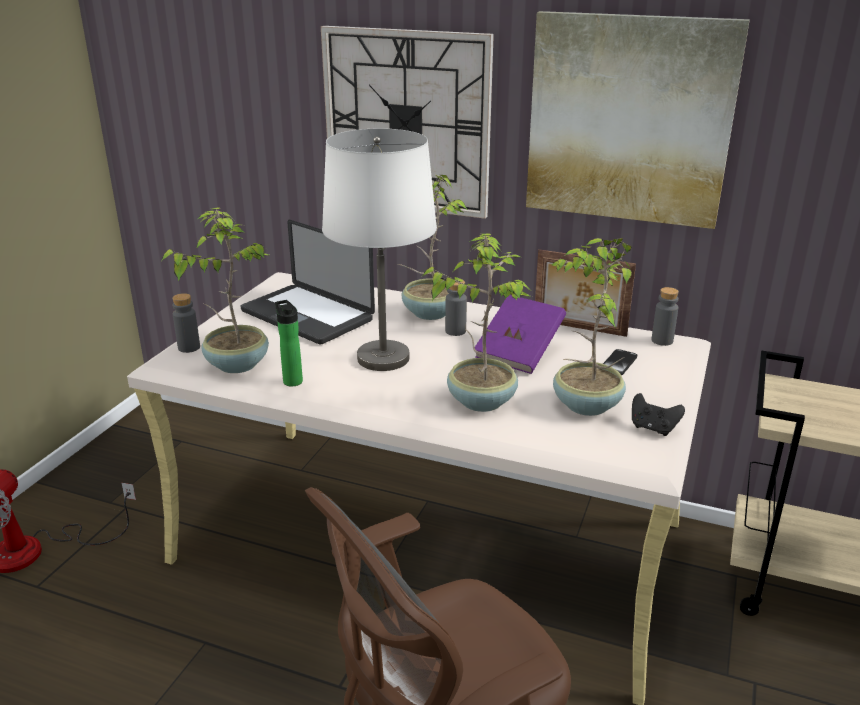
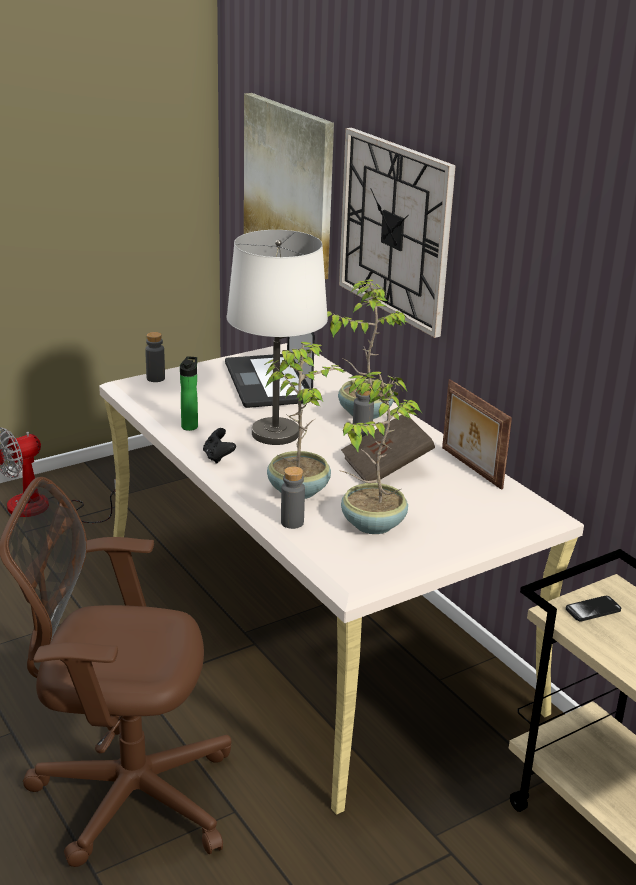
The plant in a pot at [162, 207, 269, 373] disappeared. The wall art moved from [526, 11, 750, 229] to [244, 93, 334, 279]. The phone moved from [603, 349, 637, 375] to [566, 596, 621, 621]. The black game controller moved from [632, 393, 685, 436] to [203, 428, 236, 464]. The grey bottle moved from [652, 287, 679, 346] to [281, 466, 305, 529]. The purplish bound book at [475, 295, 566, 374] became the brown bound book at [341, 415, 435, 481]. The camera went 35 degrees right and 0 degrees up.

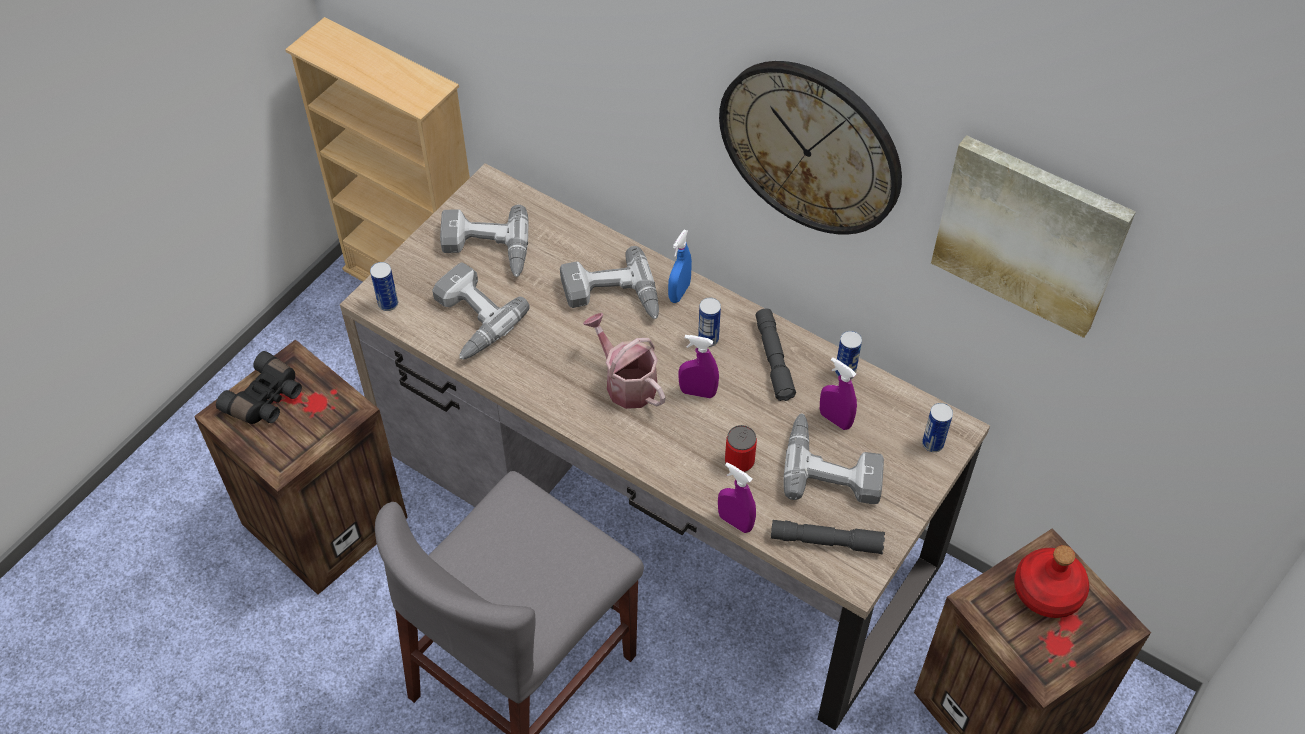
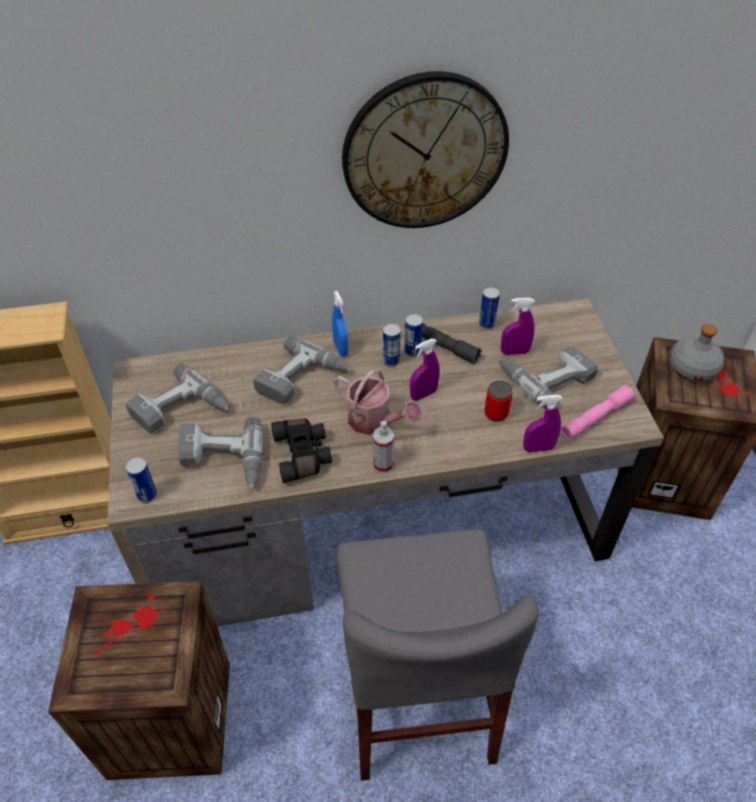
The wall art at [931, 135, 1136, 338] disappeared. The hand sprayer at [373, 421, 394, 473] appeared. The black field glasses moved from [216, 351, 302, 424] to [271, 418, 332, 483]. The sealed can moved from [922, 403, 953, 452] to [405, 314, 423, 357]. The grey hand torch at [771, 520, 885, 554] became the pinkish hand torch at [561, 385, 635, 440]. The reddish bottle at [1014, 545, 1089, 618] became the grey bottle at [669, 324, 724, 382]. The watering pot at [583, 313, 666, 409] turned 150 degrees counterclockwise. The camera went 45 degrees left and 5 degrees down.

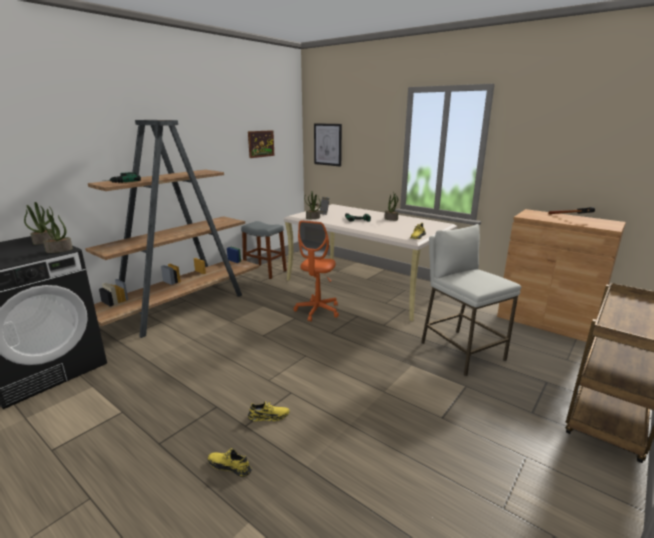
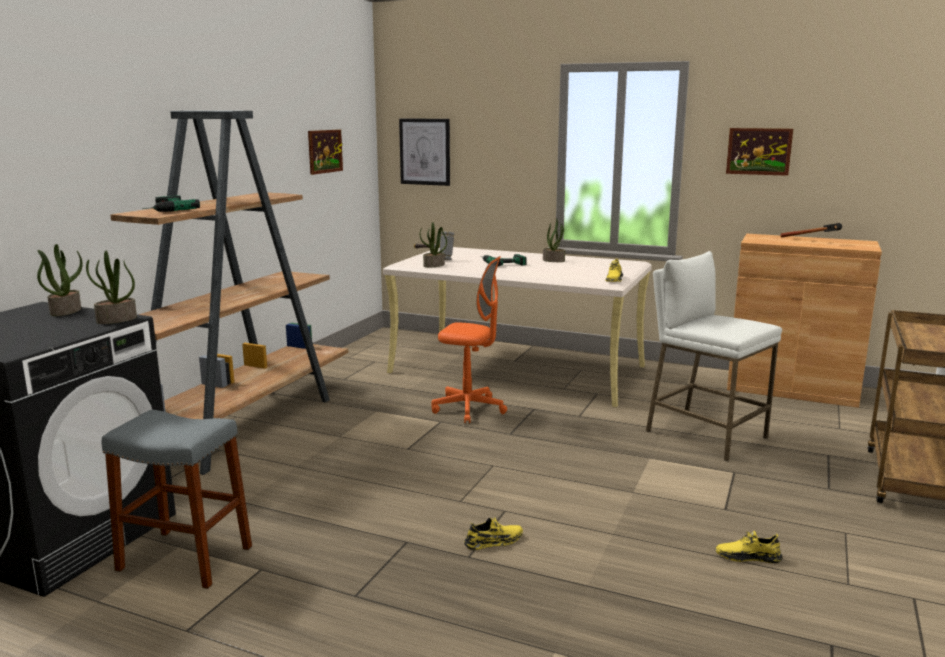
The wall art at [726, 128, 793, 176] appeared. The yellowish item of footwear moved from [208, 448, 252, 477] to [716, 531, 783, 563]. The grey stool seat moved from [241, 221, 287, 279] to [102, 410, 252, 589]. The orange-coloured office chair at [294, 220, 339, 322] turned 75 degrees counterclockwise. The camera went 15 degrees left and 5 degrees down.

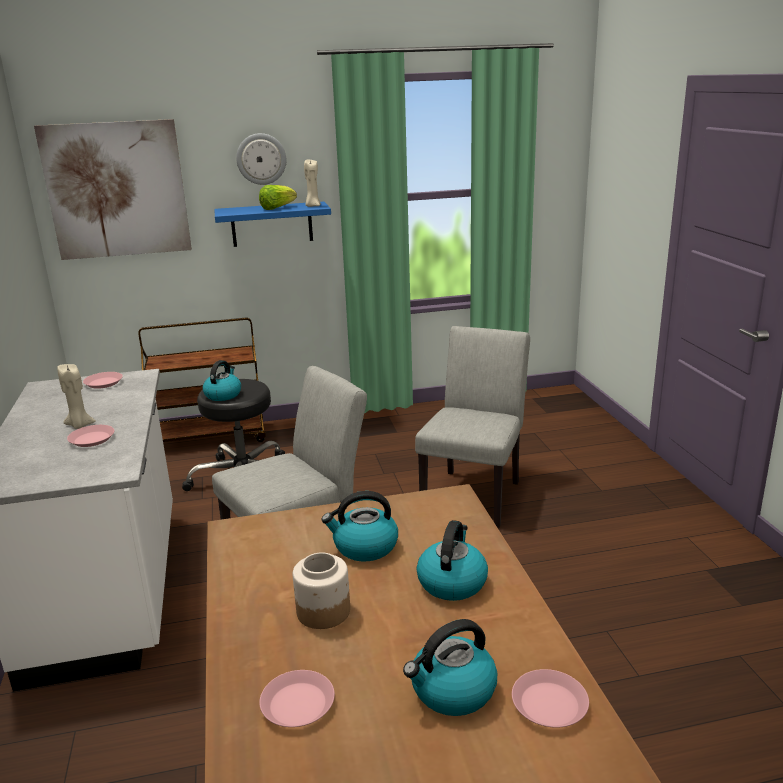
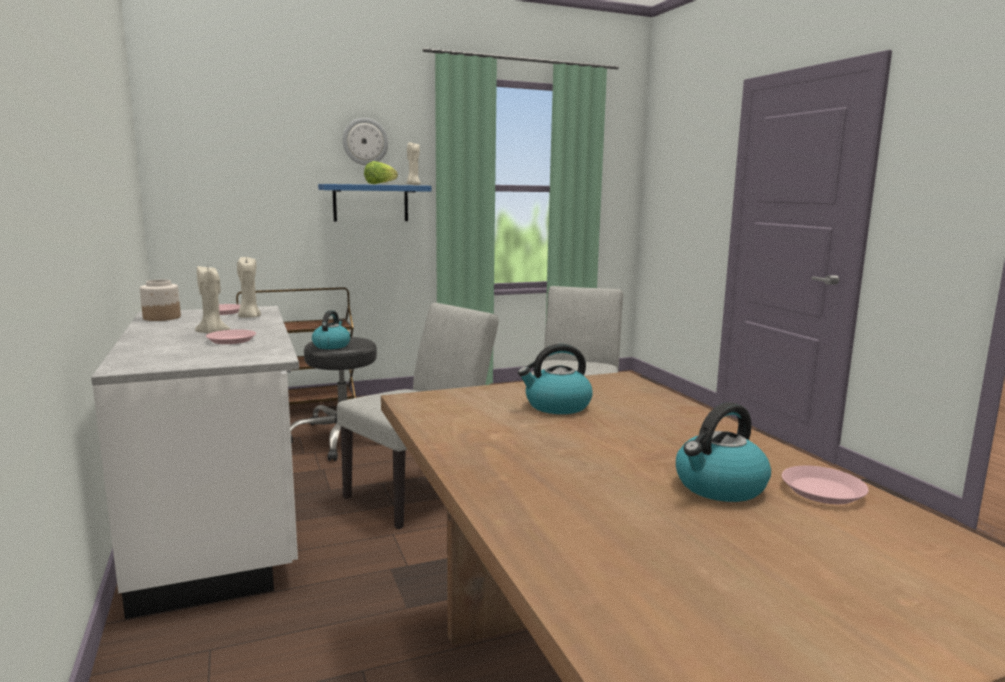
The wall art at [34, 119, 192, 260] disappeared. The pinkish plate at [259, 670, 335, 727] disappeared. The water kettle at [417, 520, 488, 601] disappeared. The sand-coloured candle at [237, 257, 261, 318] appeared. The jar moved from [293, 552, 350, 629] to [140, 279, 181, 321]. The camera went 10 degrees left and 10 degrees down.

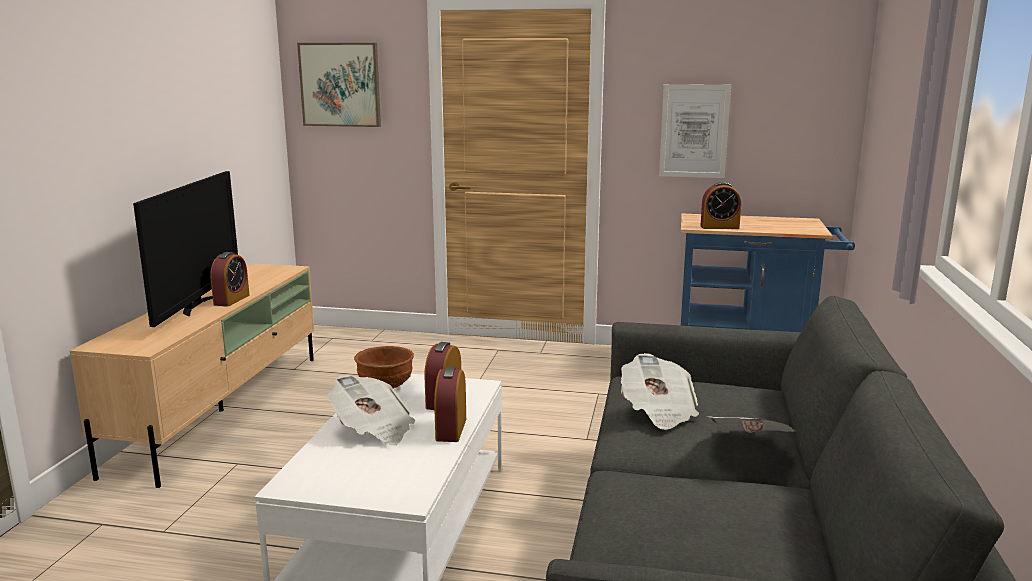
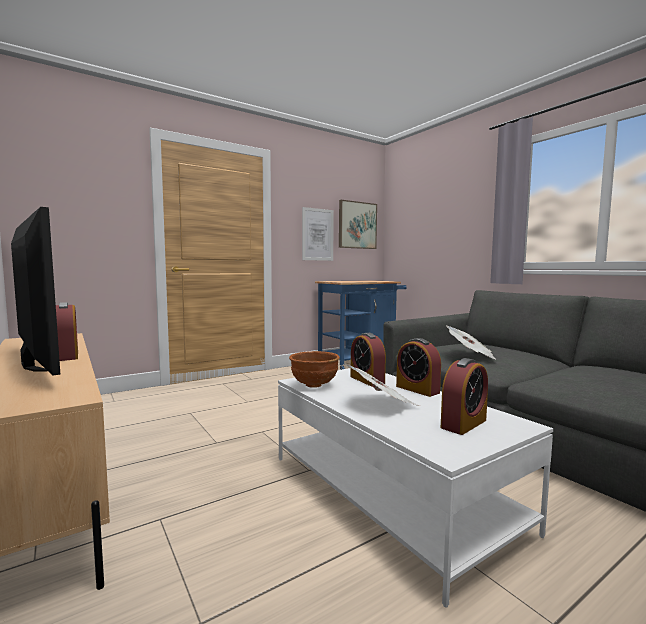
The printed paper at [706, 416, 796, 433] disappeared. The wall art moved from [297, 43, 381, 127] to [339, 200, 377, 249]. The bedside clock moved from [700, 182, 741, 229] to [441, 358, 488, 435]. The camera went 45 degrees left and 10 degrees down.

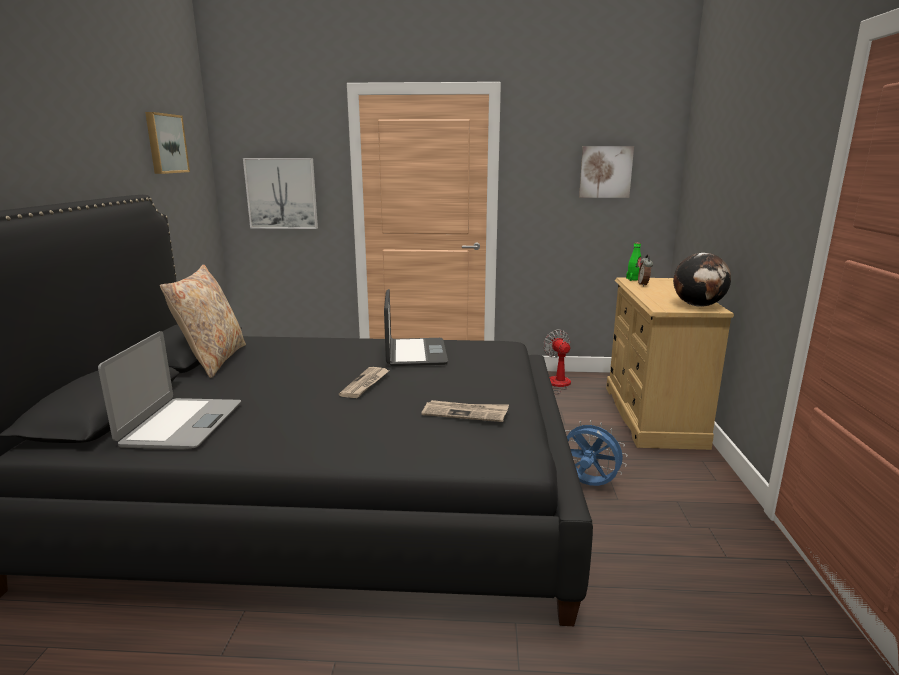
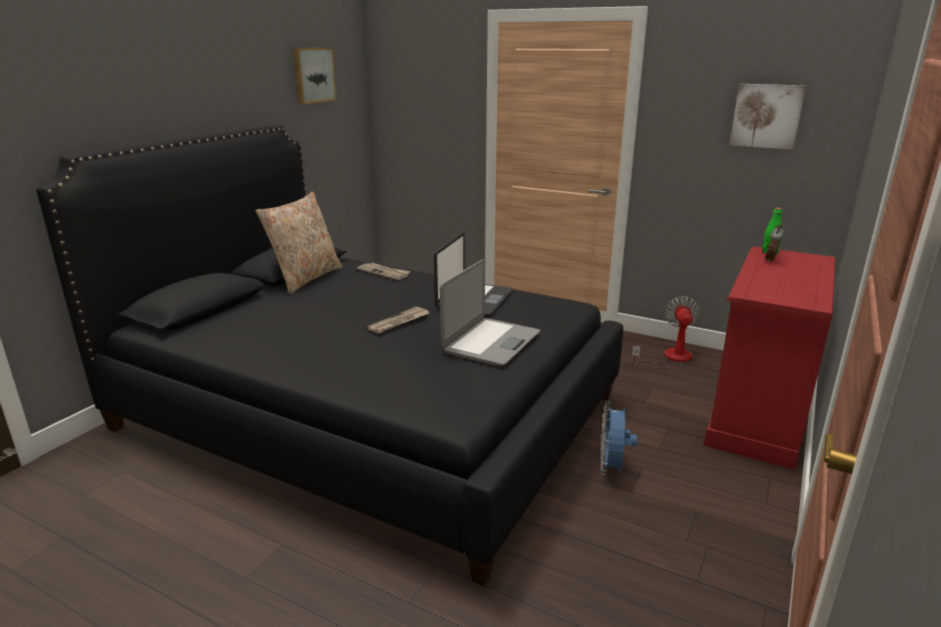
The wall art at [243, 158, 318, 229] disappeared. The world globe at [673, 253, 731, 307] disappeared. The portable computer moved from [98, 331, 241, 450] to [440, 259, 540, 366]. The printed paper moved from [421, 400, 509, 422] to [357, 263, 410, 280]. The sand-coloured drawer chest at [606, 277, 734, 450] became the reddish drawer chest at [704, 246, 835, 470]. The bluish cooling fan at [565, 420, 628, 486] turned 135 degrees counterclockwise. The camera went 25 degrees right and 5 degrees up.

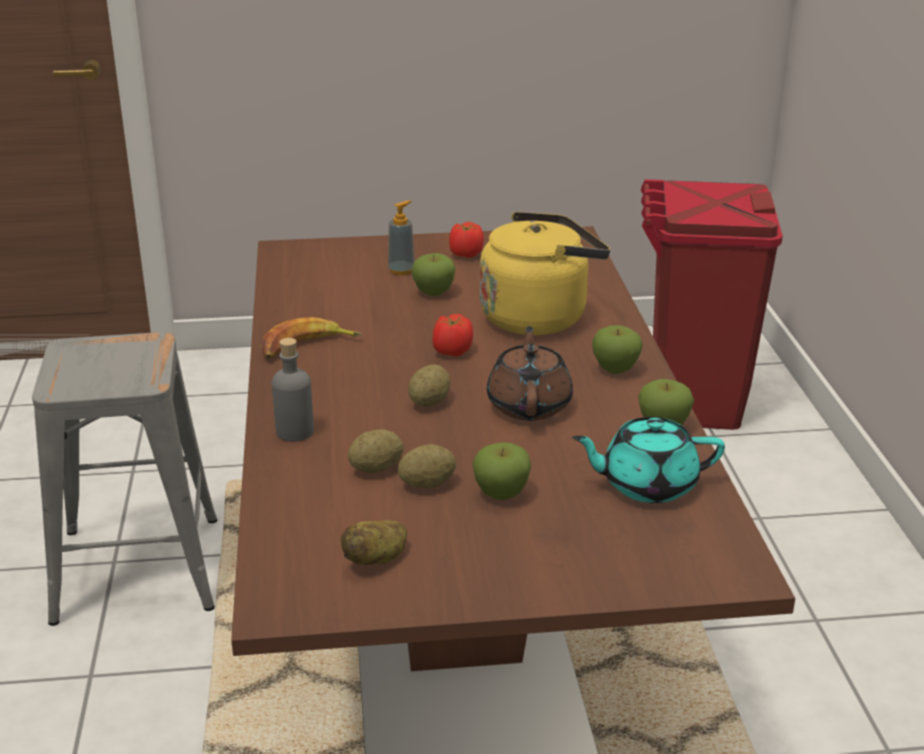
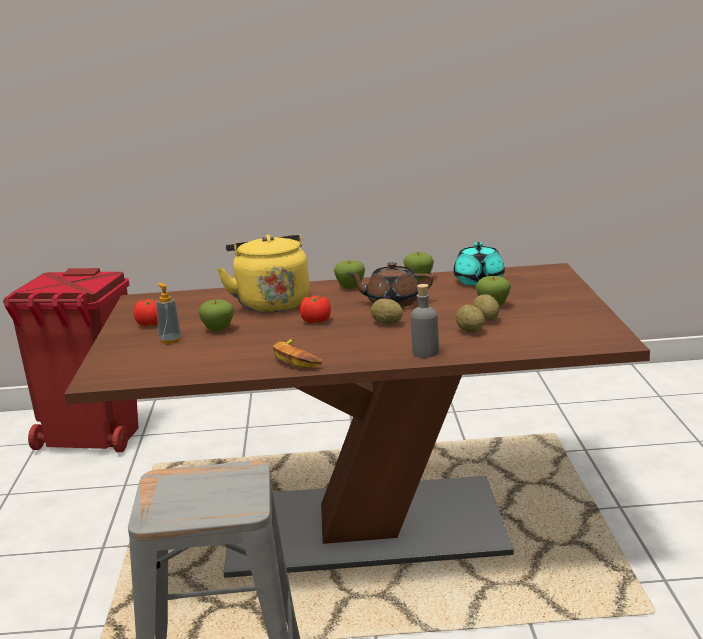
The potato at [341, 521, 407, 565] disappeared. The camera went 85 degrees left and 10 degrees down.

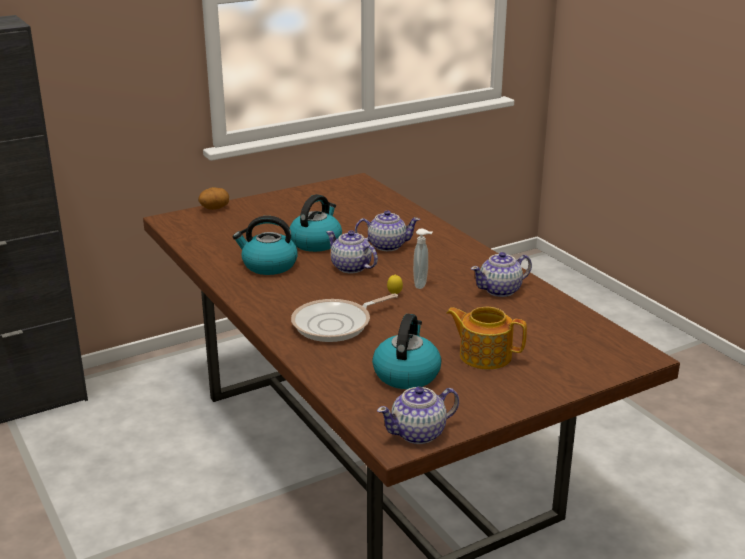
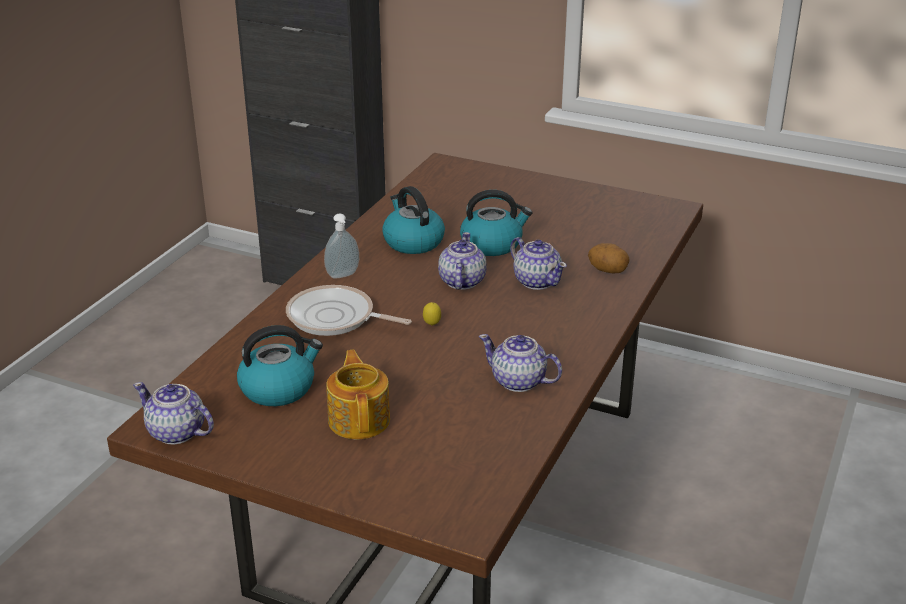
The potato moved from [198, 187, 229, 210] to [588, 243, 629, 274]. The soap dispenser moved from [413, 229, 433, 289] to [324, 214, 359, 279]. The camera went 55 degrees right and 5 degrees up.

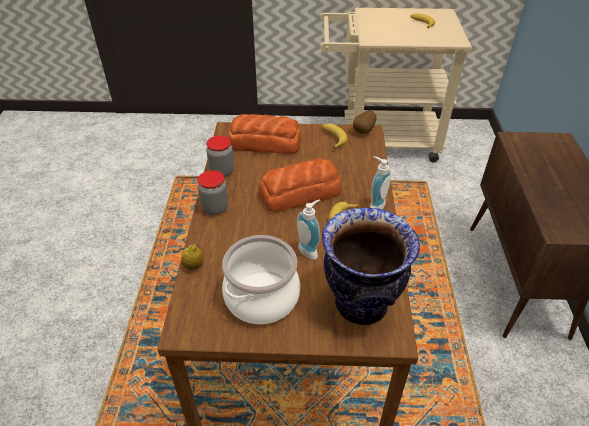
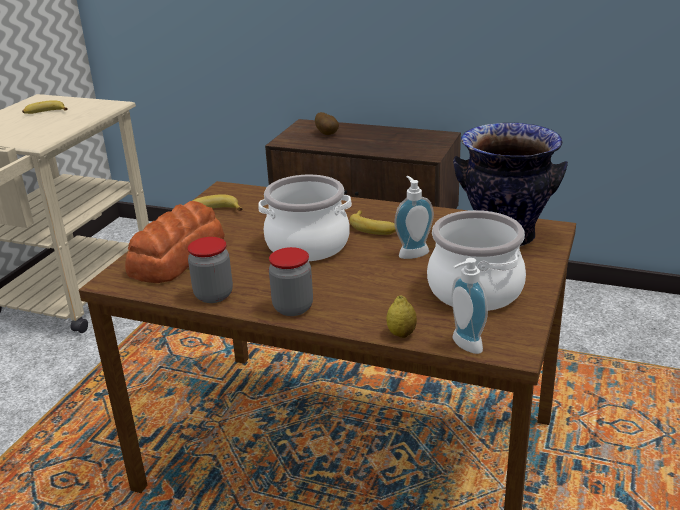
The potato moved from [353, 110, 377, 134] to [315, 112, 339, 135]. The soap dispenser moved from [370, 156, 391, 209] to [452, 258, 488, 354]. The bakery bread at [259, 158, 342, 212] was replaced by the stockpot at [259, 175, 352, 261]. The camera went 70 degrees left and 15 degrees down.

